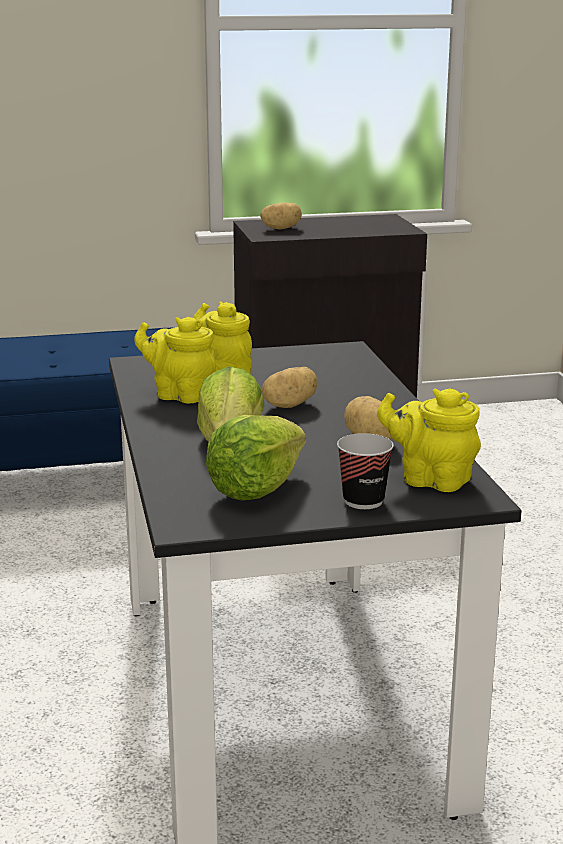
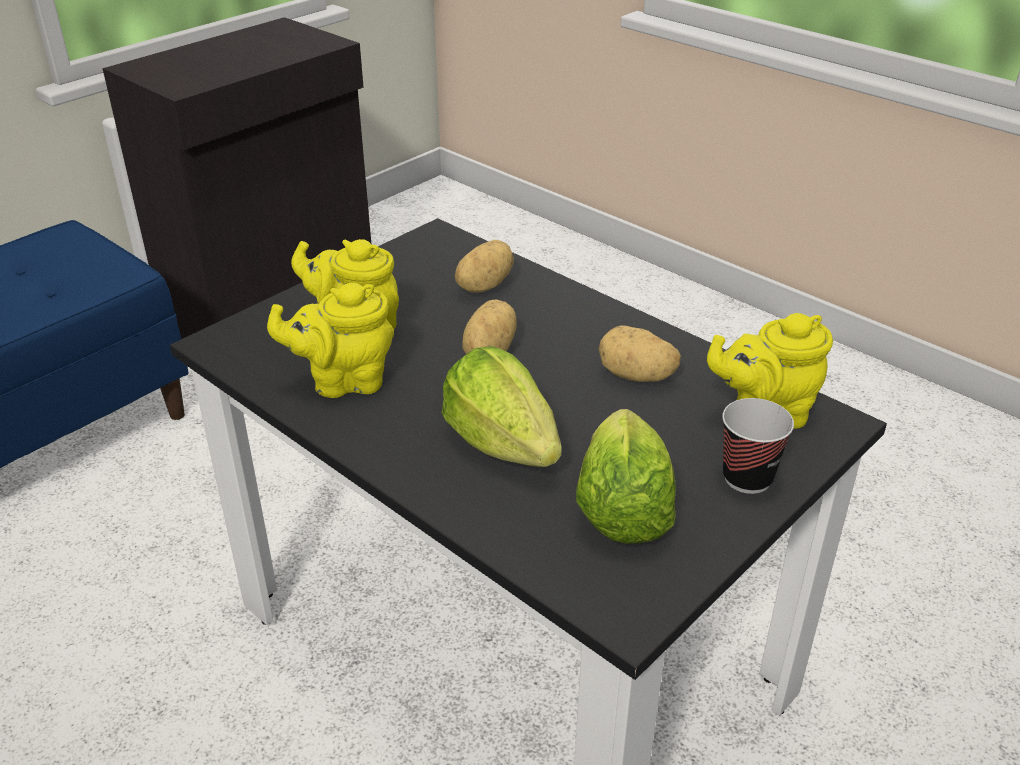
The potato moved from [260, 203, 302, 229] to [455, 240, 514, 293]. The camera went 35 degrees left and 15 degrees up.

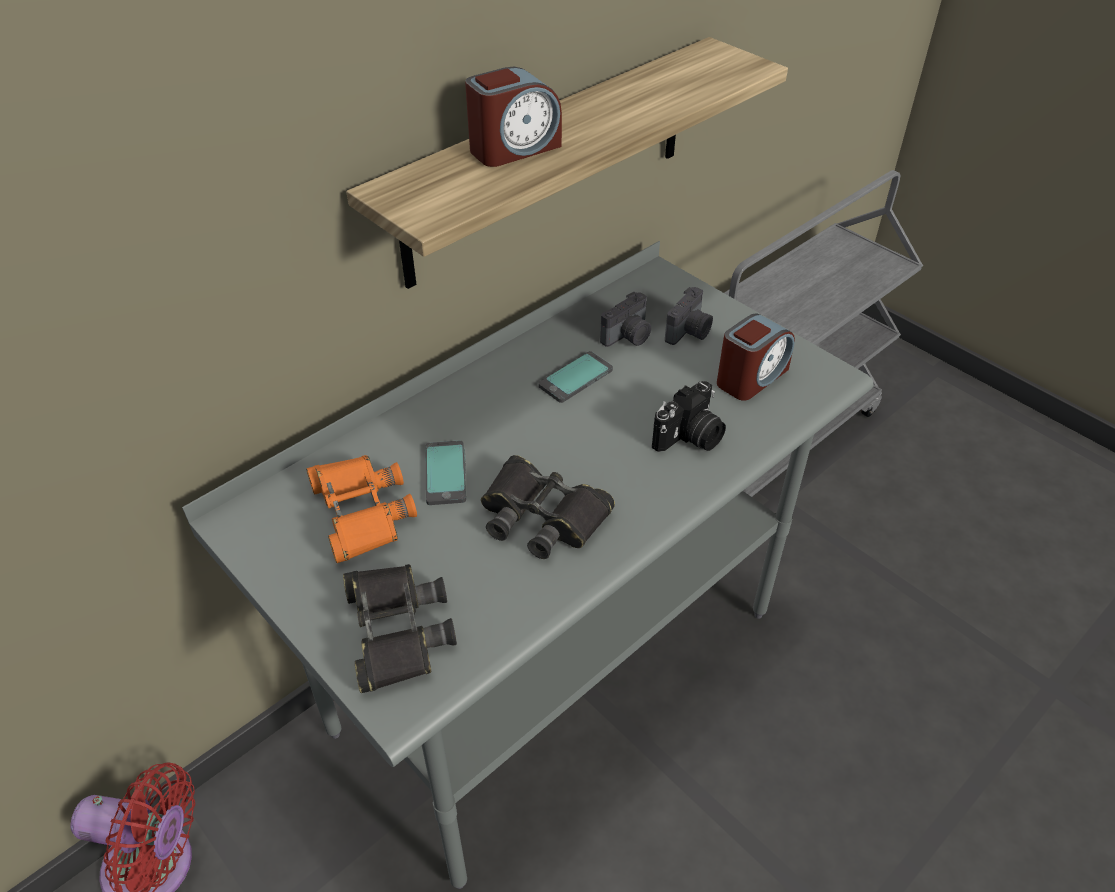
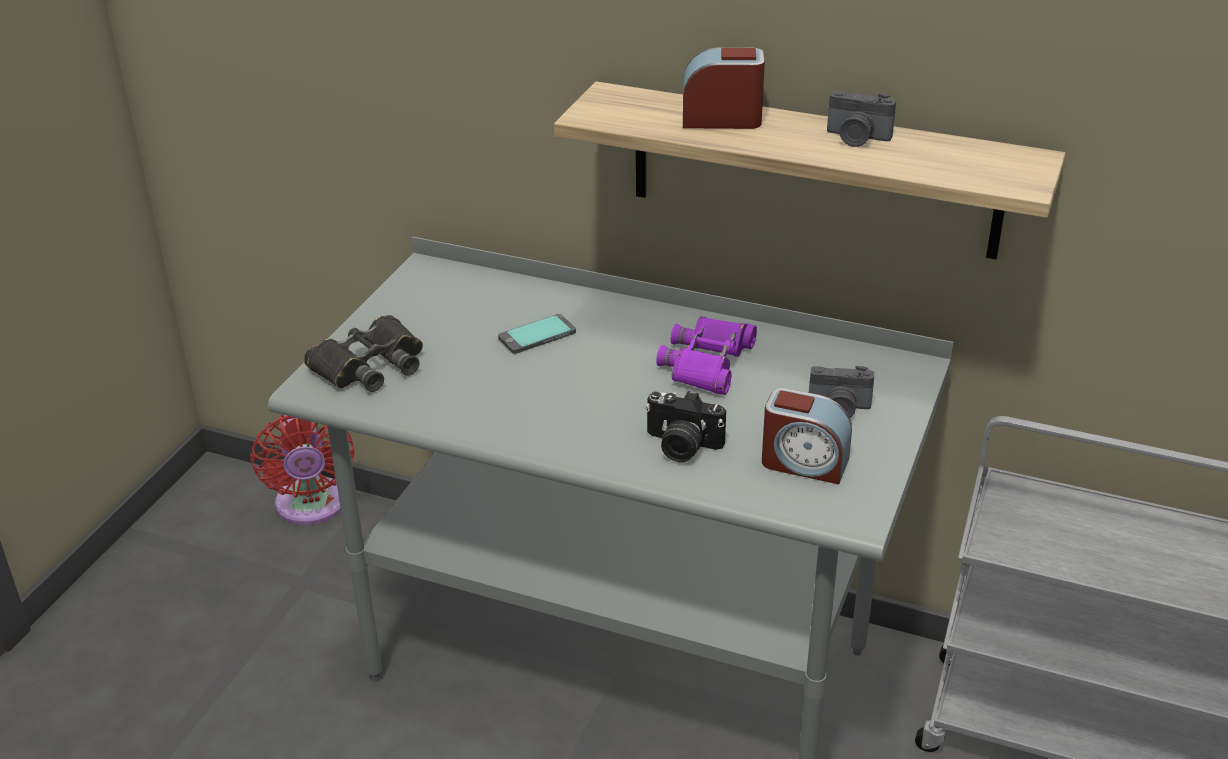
The orange-coloured field glasses at [306, 455, 417, 563] disappeared. The black field glasses at [481, 455, 615, 559] disappeared. The still camera moved from [600, 292, 651, 347] to [827, 91, 896, 147]. The phone at [538, 351, 613, 403] was replaced by the purplish field glasses at [656, 316, 757, 395]. The bedside clock at [465, 67, 562, 167] turned 150 degrees clockwise. The camera went 65 degrees right and 10 degrees down.

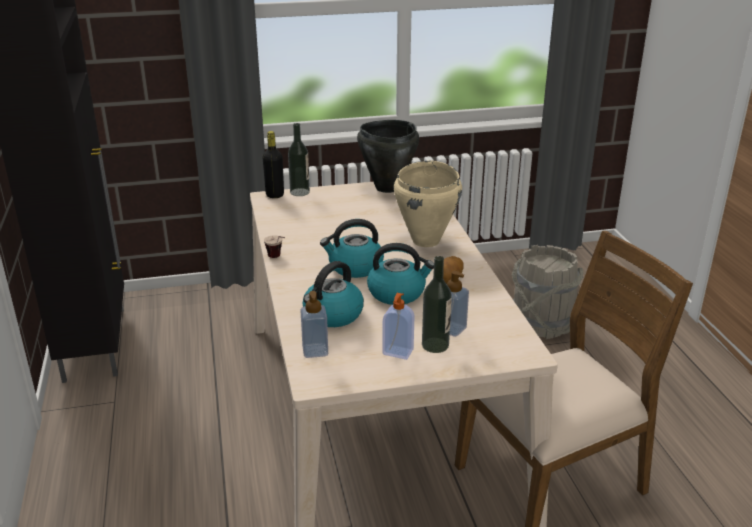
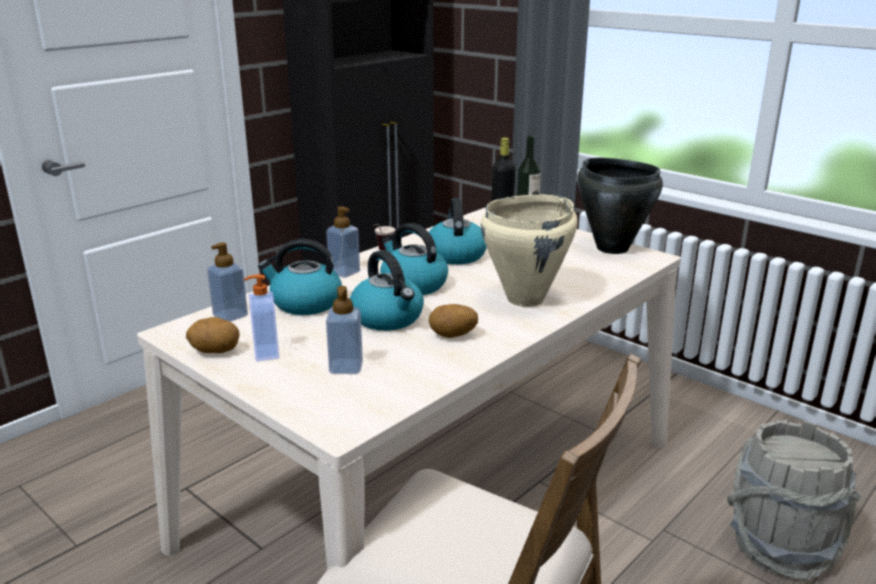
The bottle at [422, 256, 452, 353] disappeared. The potato at [186, 317, 240, 353] appeared. The soap dispenser at [326, 206, 360, 278] appeared. The water kettle at [429, 198, 487, 265] appeared. The camera went 55 degrees right and 5 degrees down.

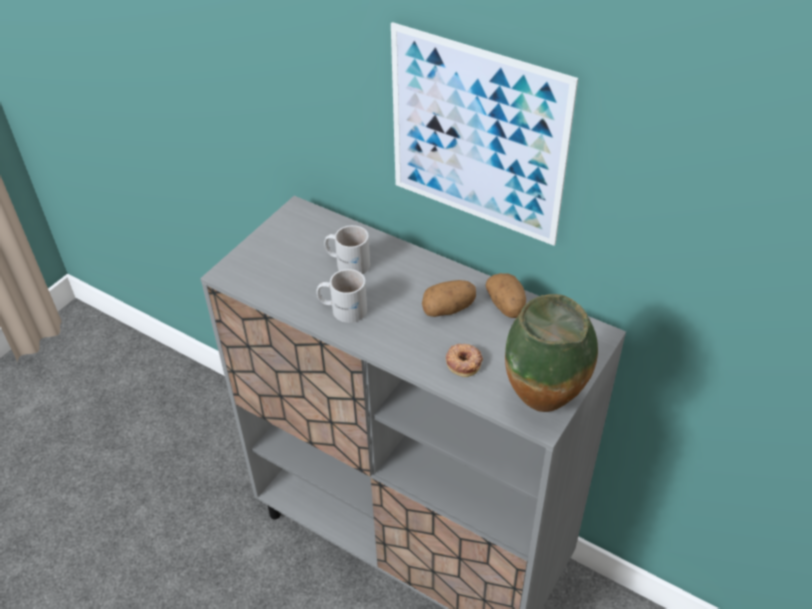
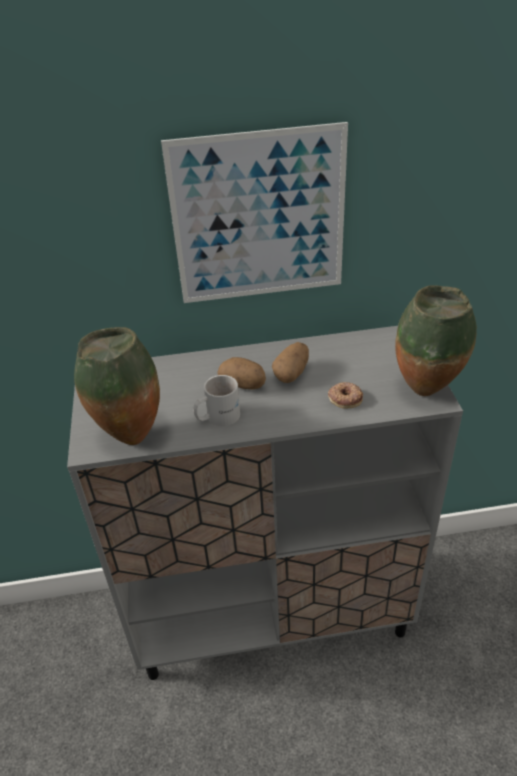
The white tea mug at [324, 225, 370, 274] disappeared. The decorative vase at [74, 327, 160, 445] appeared. The potato moved from [486, 273, 526, 318] to [218, 357, 266, 390]. The camera went 40 degrees left and 5 degrees down.

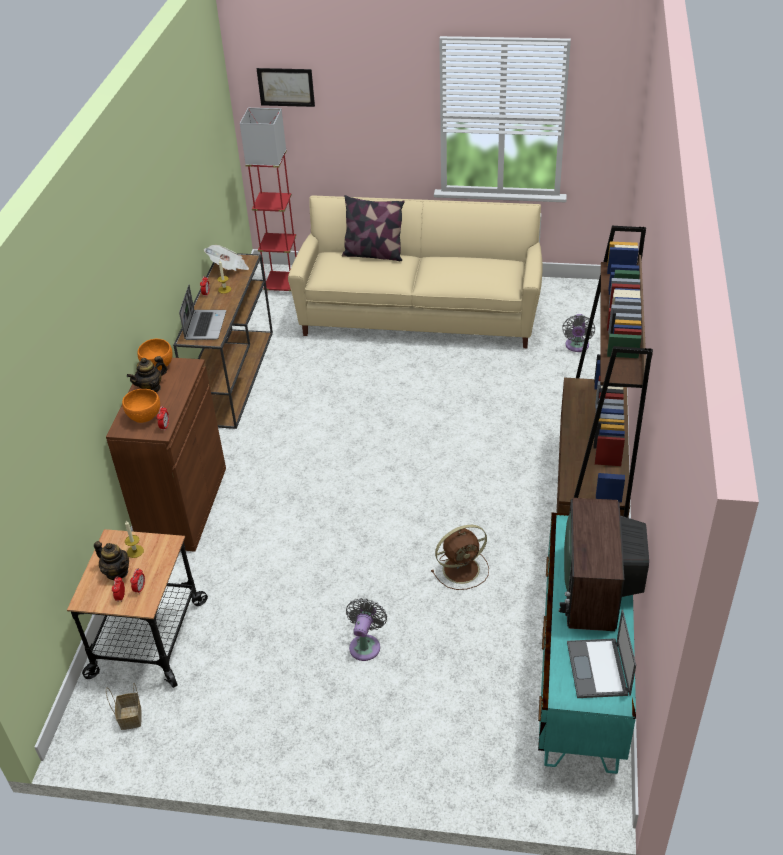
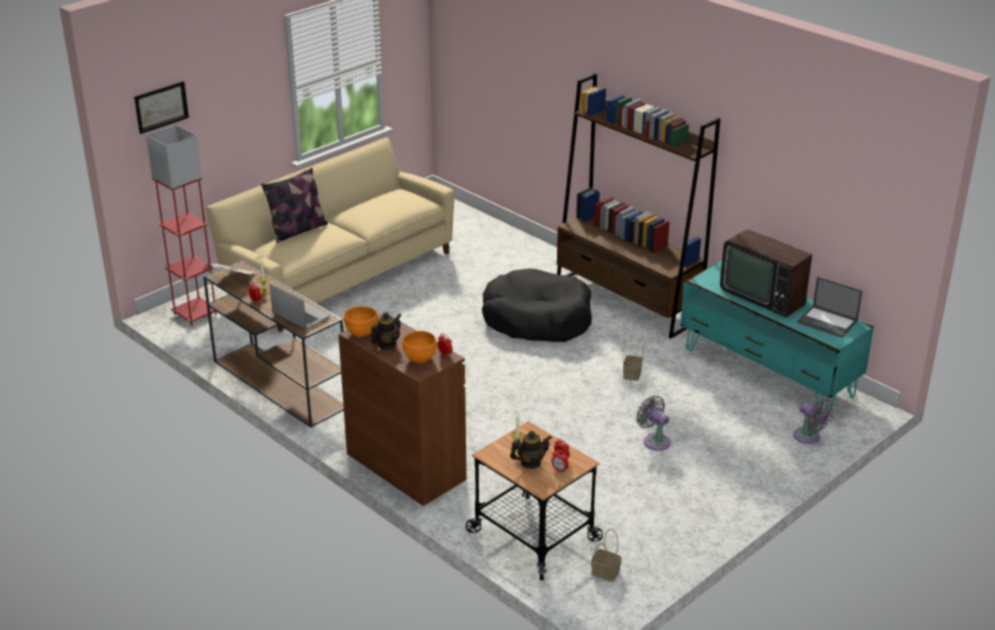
The black dog bed at [482, 268, 592, 342] appeared. The grey cooling fan moved from [562, 314, 595, 352] to [793, 399, 833, 444]. The brown cooling fan at [431, 525, 489, 590] was replaced by the storage basket at [623, 340, 645, 381]. The tea pot at [127, 356, 167, 393] turned 135 degrees counterclockwise. The camera went 55 degrees left and 10 degrees down.

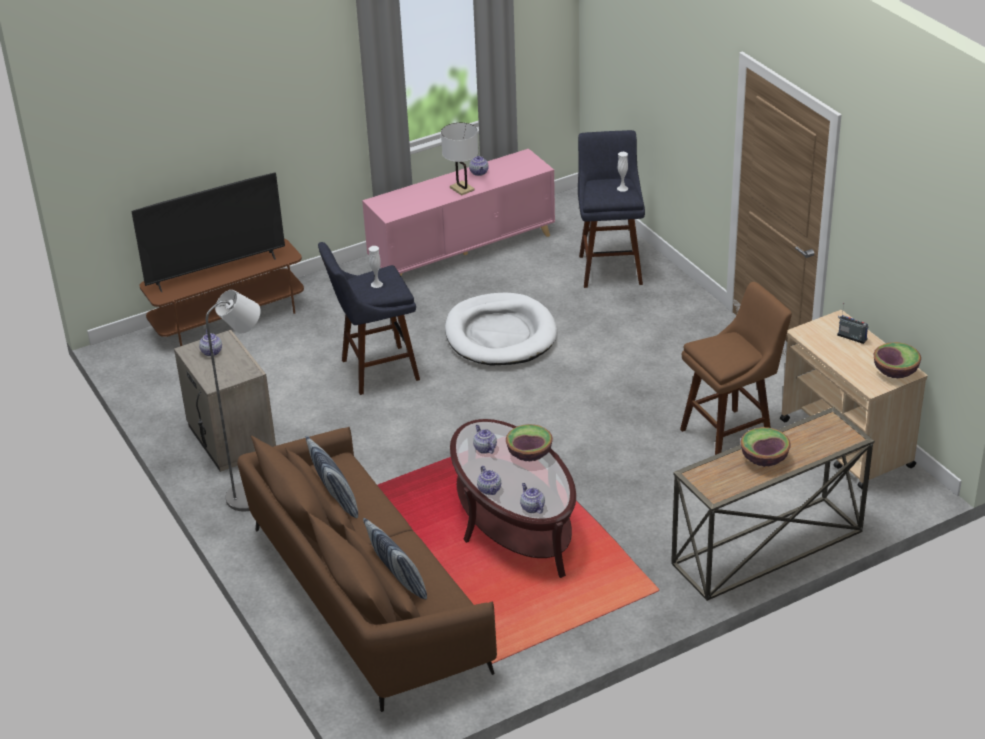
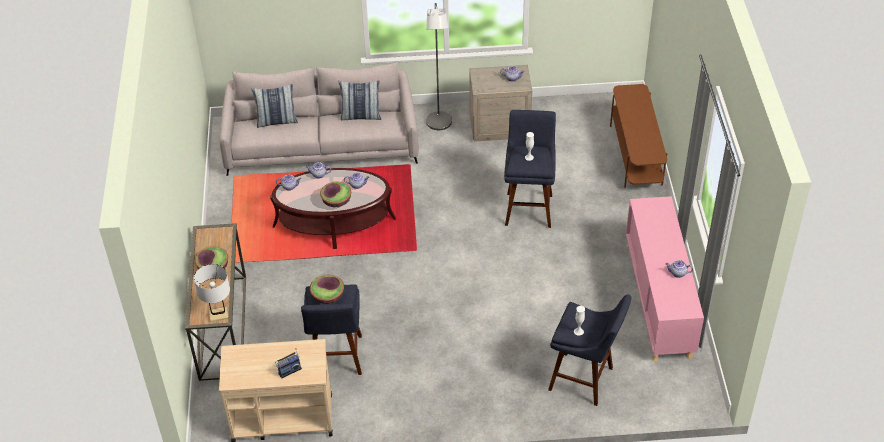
The TV at [131, 172, 285, 292] disappeared. The white dog bed at [445, 293, 557, 365] disappeared. The white table lamp moved from [441, 122, 478, 196] to [194, 264, 230, 322]. The deep dish moved from [874, 342, 921, 378] to [310, 275, 344, 304]. The brown settee at [237, 426, 497, 712] became the grey settee at [219, 62, 419, 176]. The brown stool seat at [680, 282, 792, 455] became the bluish stool seat at [301, 284, 362, 375]. The camera went 115 degrees right and 10 degrees up.

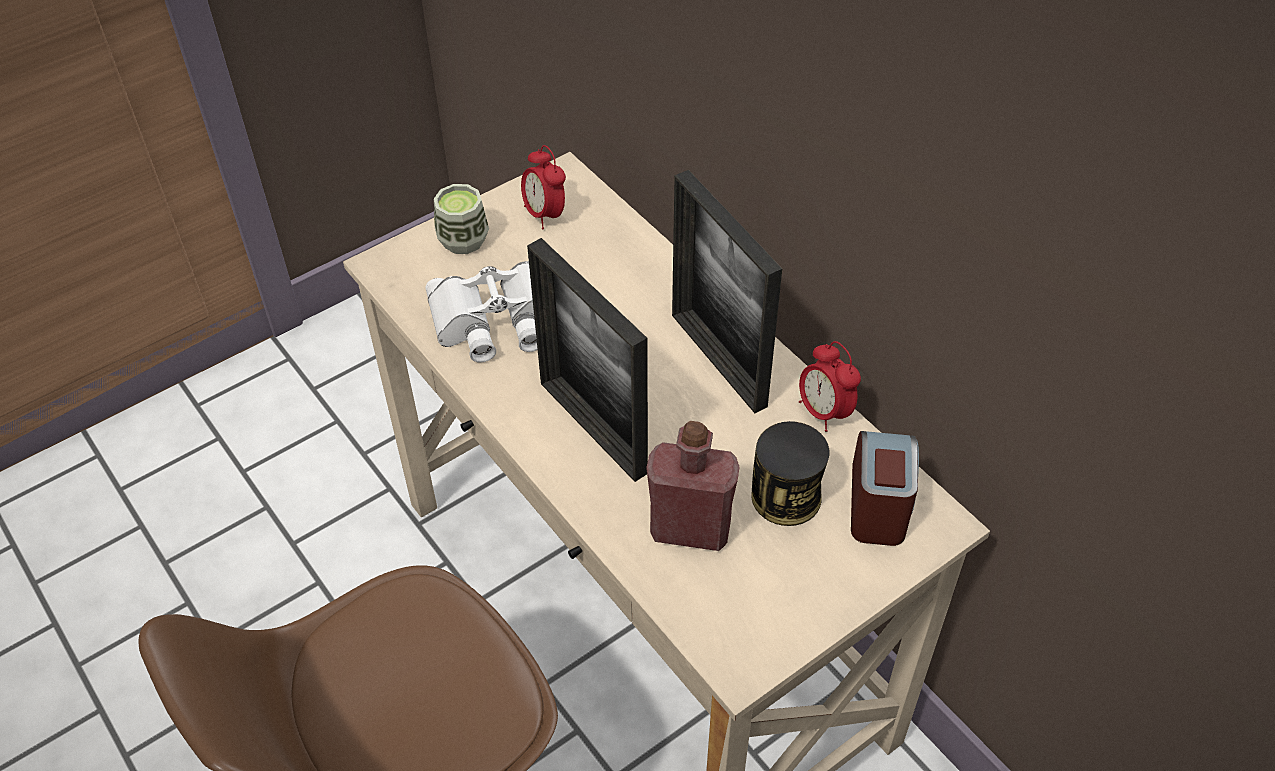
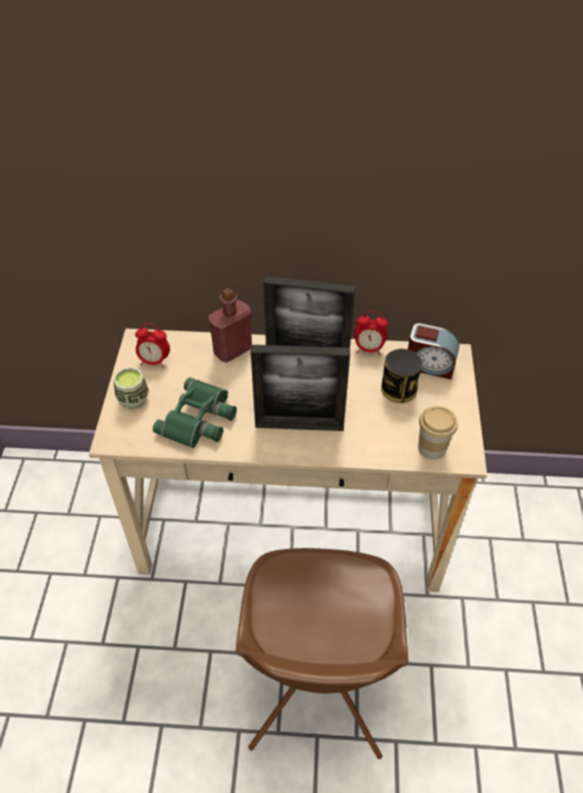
The small cup at [418, 406, 458, 460] appeared. The reddish bottle moved from [646, 421, 740, 551] to [208, 288, 252, 363]. The white field glasses at [425, 261, 538, 362] became the greenish field glasses at [153, 377, 237, 448]. The bedside clock at [851, 431, 919, 546] turned 150 degrees clockwise. The camera went 50 degrees left and 0 degrees up.

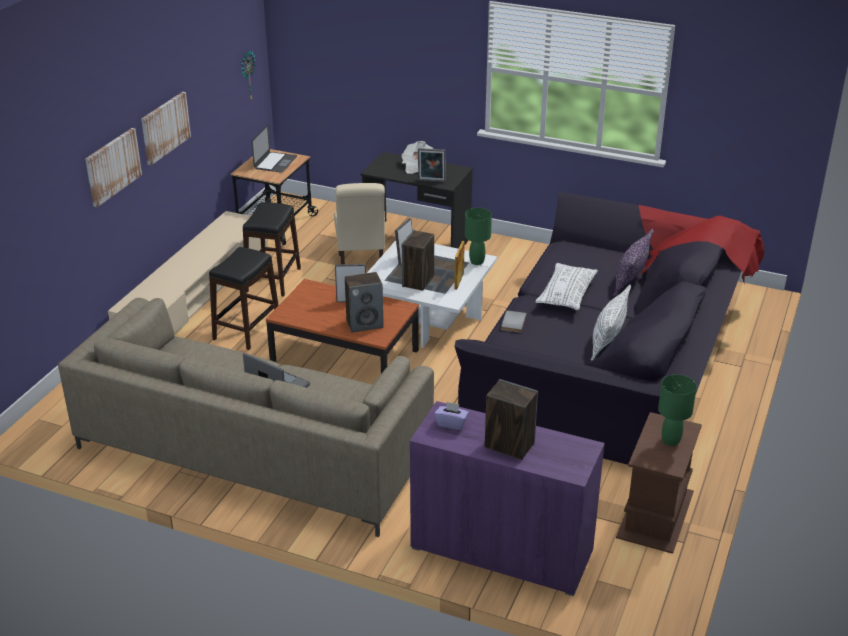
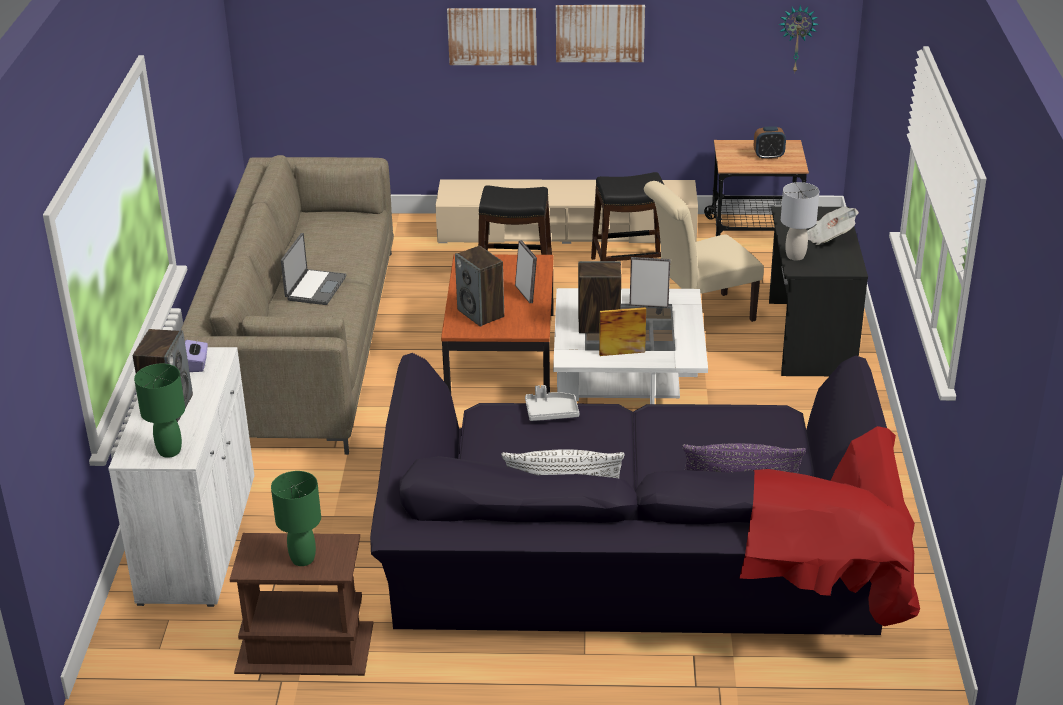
The white pillow at [536, 263, 598, 310] disappeared. The greenish table lamp moved from [465, 208, 492, 265] to [134, 363, 185, 458]. The portable computer at [251, 125, 297, 173] was replaced by the bedside clock at [754, 126, 786, 159]. The photo frame at [418, 148, 445, 182] was replaced by the grey table lamp at [781, 182, 819, 260]. The grey bound book at [501, 311, 527, 333] was replaced by the grey serving tray at [525, 385, 579, 421]. The purplish cupboard at [410, 401, 605, 596] became the white cupboard at [108, 347, 255, 607]. The camera went 70 degrees right and 0 degrees up.

